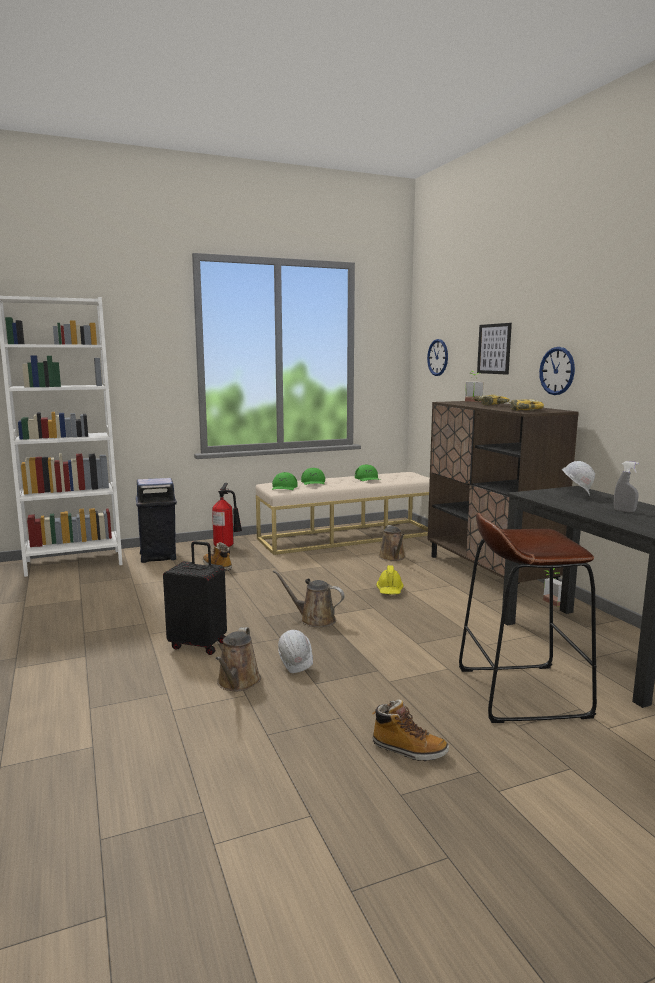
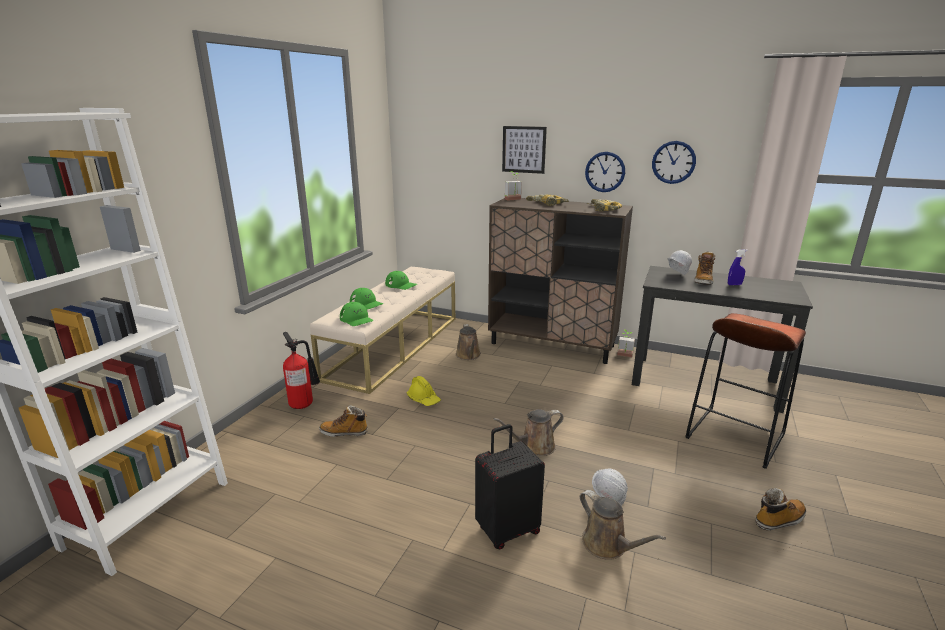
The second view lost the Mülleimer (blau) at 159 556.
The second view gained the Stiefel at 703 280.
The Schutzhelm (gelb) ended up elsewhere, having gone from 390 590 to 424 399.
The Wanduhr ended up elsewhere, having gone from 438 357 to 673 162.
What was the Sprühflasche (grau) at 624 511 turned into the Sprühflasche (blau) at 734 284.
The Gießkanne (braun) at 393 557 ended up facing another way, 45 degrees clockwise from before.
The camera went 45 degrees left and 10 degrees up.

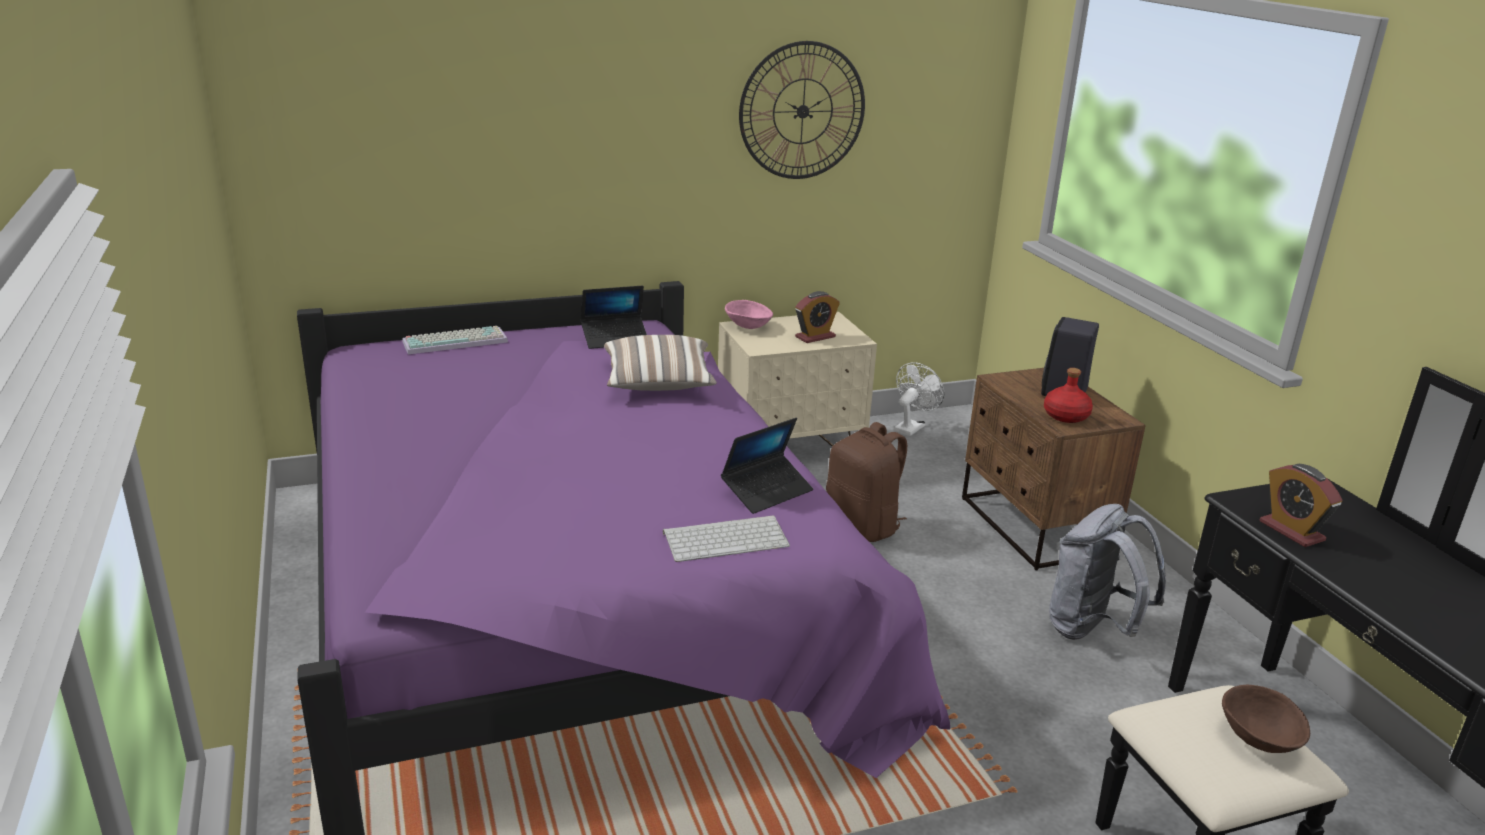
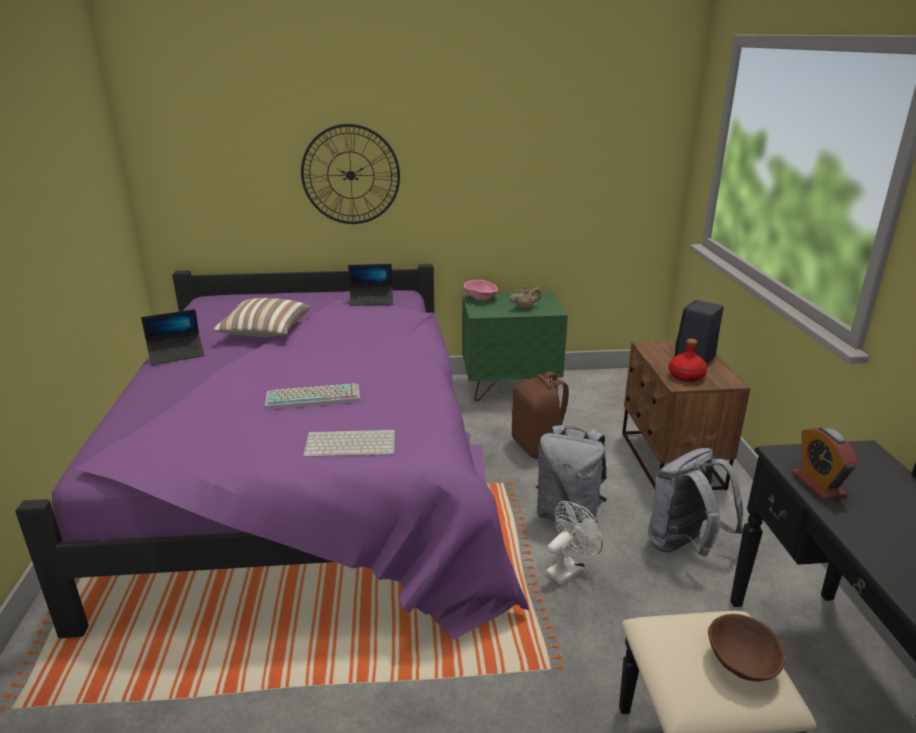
The second view gained the Rucksack (grau) at 568 515.
The Tastatur ended up elsewhere, having gone from 456 341 to 314 397.
The Kissen ended up elsewhere, having gone from 658 384 to 265 332.
The Laptop ended up elsewhere, having gone from 767 491 to 176 354.
The Wanduhr ended up elsewhere, having gone from 802 111 to 350 175.
The Ventilator (weiß) ended up elsewhere, having gone from 911 427 to 569 569.
Where the Wecker stood at 815 337, the Teekanne (beige) came to stand at 524 308.
What was the Nachttisch (beige) at 790 448 turned into the Nachttisch (grün) at 510 388.
The camera went 15 degrees right and 0 degrees up.

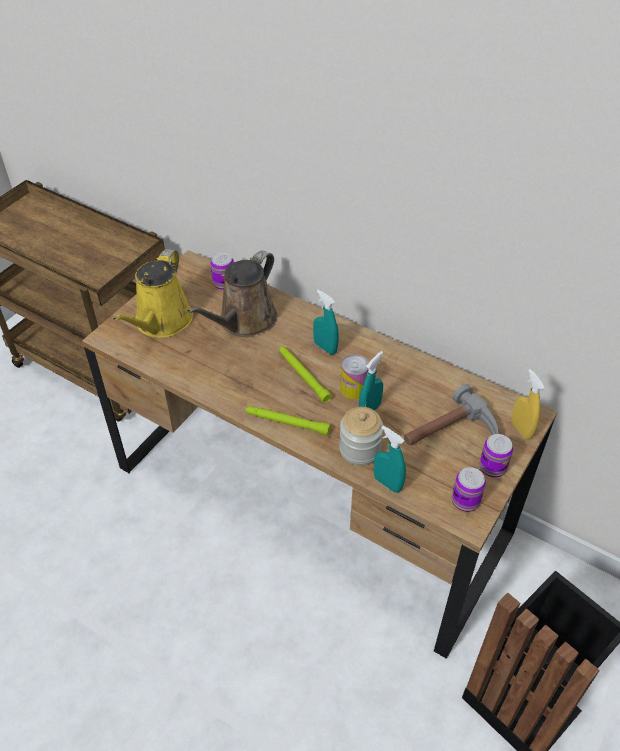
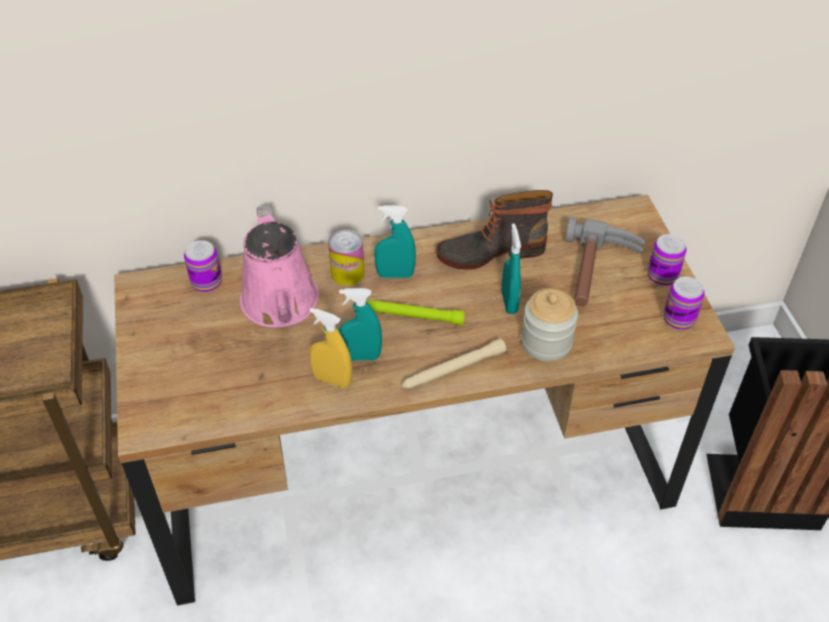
The second view lost the Gießkanne (gelb) at 161 322.
The second view gained the Stiefel at 490 251.
The Dose ended up elsewhere, having gone from 353 389 to 347 273.
The Sprühflasche (türkis) ended up elsewhere, having gone from 387 483 to 360 357.
The Sprühflasche (gelb) ended up elsewhere, having gone from 521 429 to 332 380.
What was the Gießkanne (braun) at 244 321 turned into the Gießkanne (rosa) at 281 305.
What was the Taschenlampe (grün) at 287 423 turned into the Taschenlampe (beige) at 453 369.
The camera went 45 degrees left and 0 degrees up.

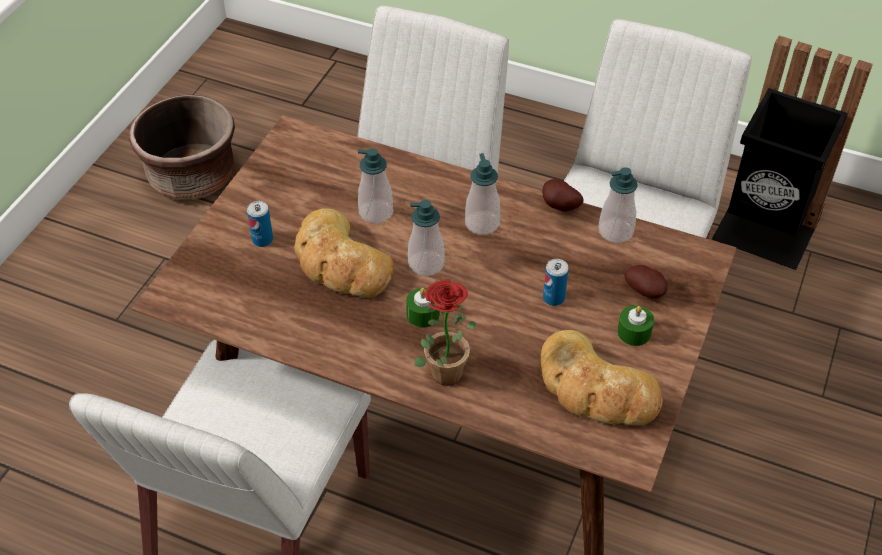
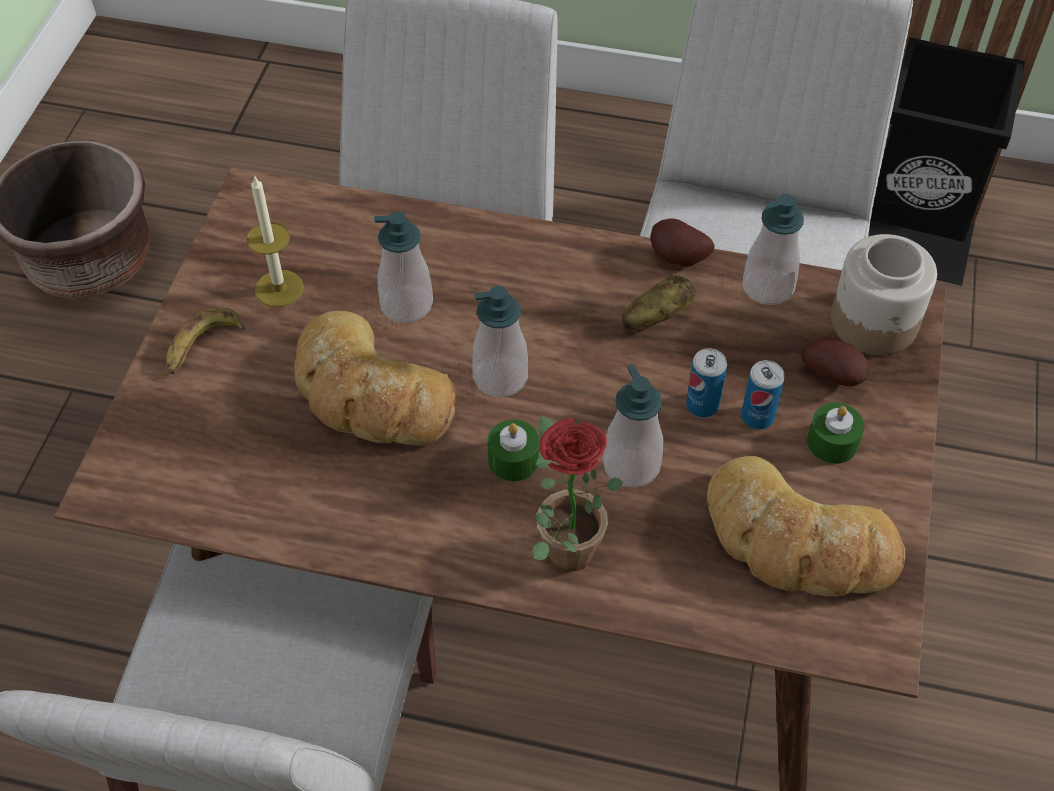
The second view gained the Banane at 203 347.
The second view gained the Kerze at 279 288.
The second view gained the Kartoffel at 655 317.
The second view gained the Vorratsglas at 875 322.
The Dose ended up elsewhere, having gone from 262 240 to 757 417.
The Seifenspender ended up elsewhere, having gone from 482 223 to 631 465.
The camera went 10 degrees left and 5 degrees up.

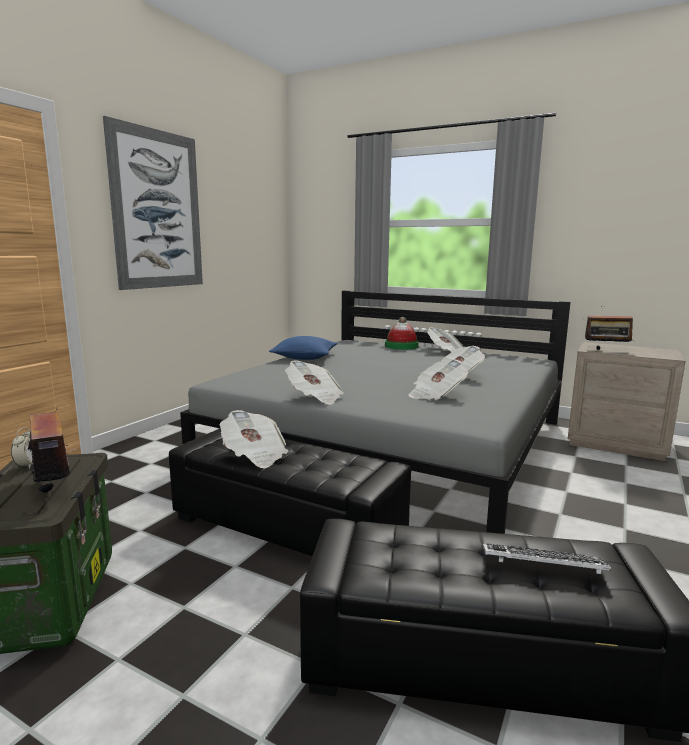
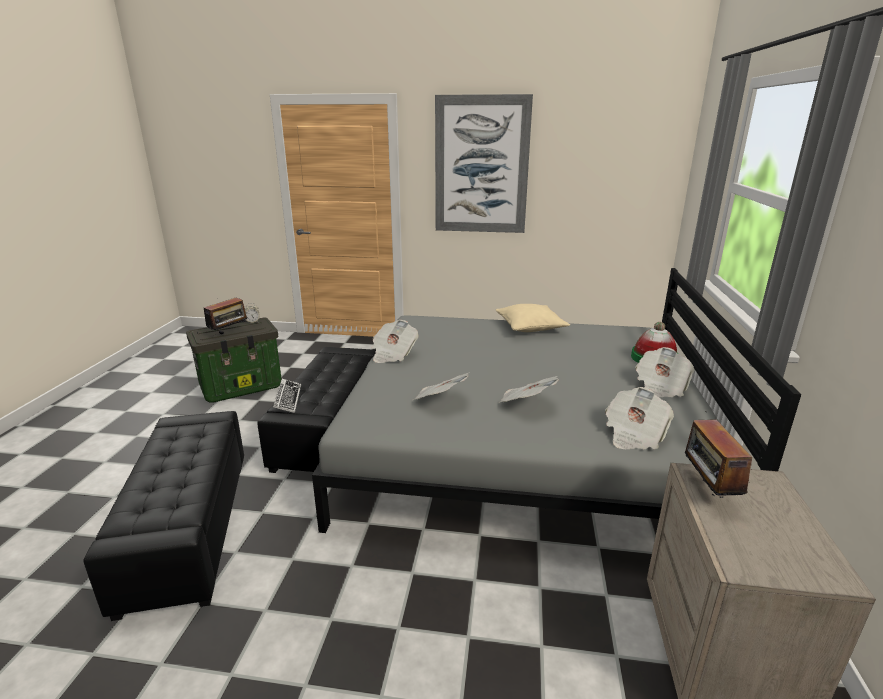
The Zeitung ended up elsewhere, having gone from 254 455 to 634 434.
The Tastatur ended up elsewhere, having gone from 542 565 to 287 399.
What was the Kissen (blau) at 304 357 turned into the Kissen (beige) at 530 327.
The camera went 70 degrees right and 10 degrees up.

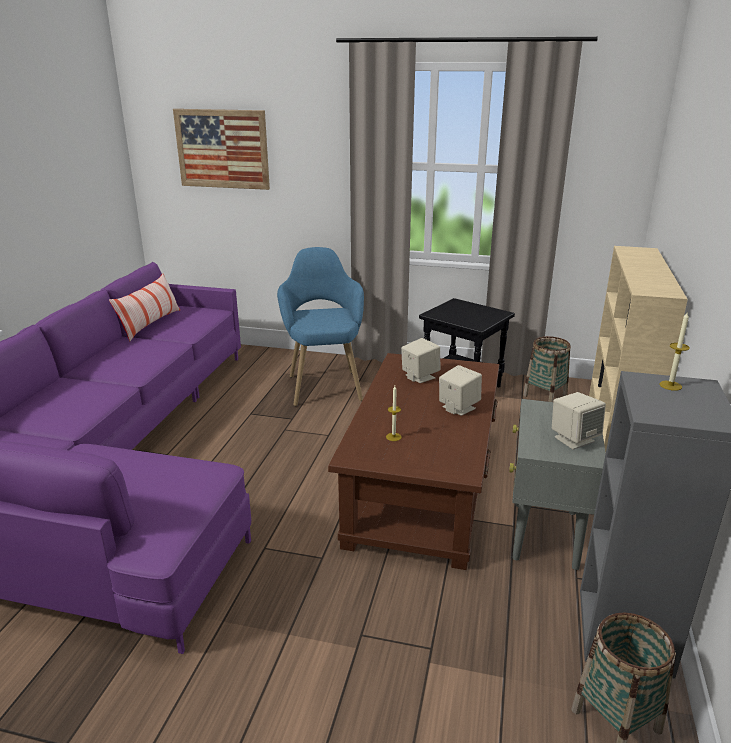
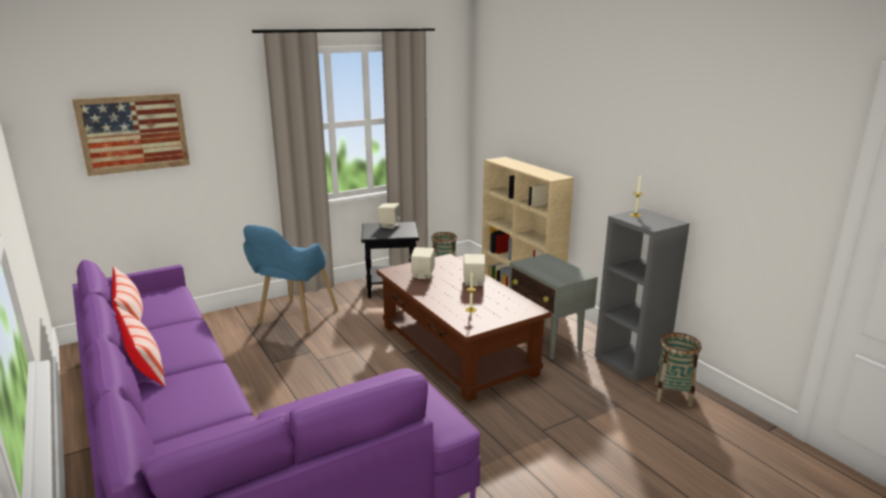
The second view gained the Kissen at 144 365.
The Lautsprecher (beige) ended up elsewhere, having gone from 574 439 to 389 225.
The Sessel (blau) at 323 383 ended up facing another way, 105 degrees counterclockwise from before.
The camera went 45 degrees left and 5 degrees down.

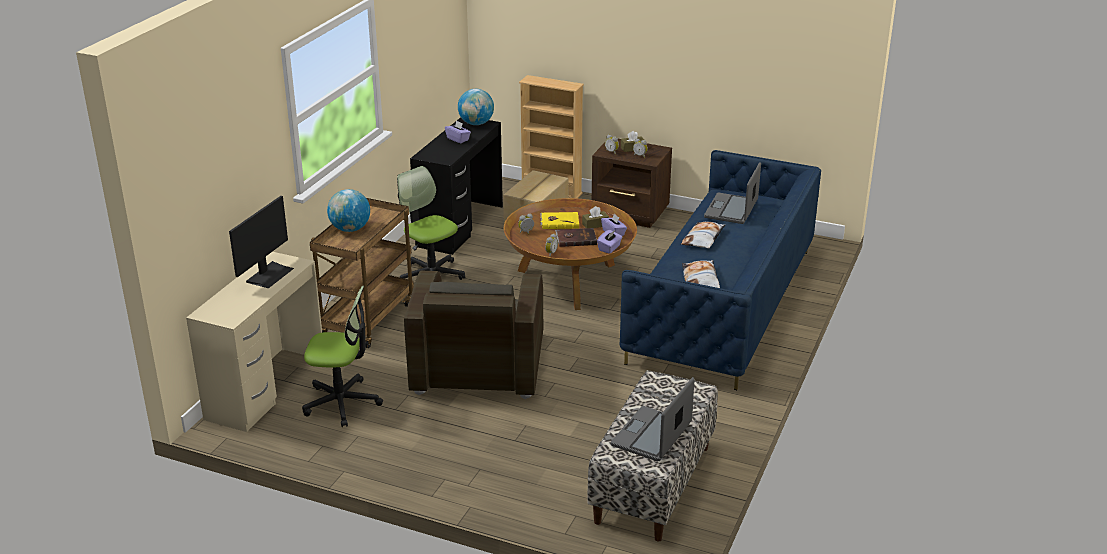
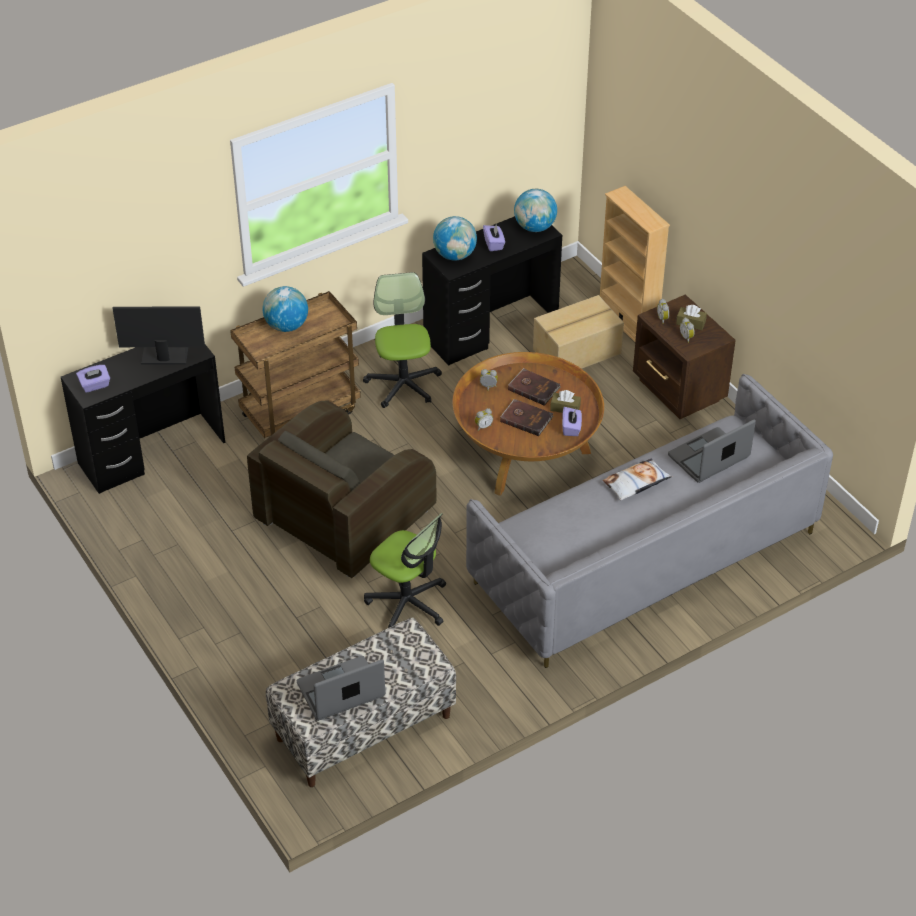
The second view lost the Kissen at 700 280.
The second view gained the Globus at 455 255.
The Bürostuhl ended up elsewhere, having gone from 342 403 to 408 604.
The Taschentuchbox (lila) ended up elsewhere, having gone from 609 248 to 95 385.
What was the Schreibtisch (beige) at 266 388 turned into the Schreibtisch (schwarz) at 152 452.
What was the Buch (gelb) at 559 222 turned into the Buch (braun) at 533 388.
What was the Sofa (blau) at 722 305 turned into the Sofa (grau) at 643 559.
The Monitor at 269 274 ended up facing another way, 150 degrees counterclockwise from before.
The camera went 35 degrees right and 15 degrees up.

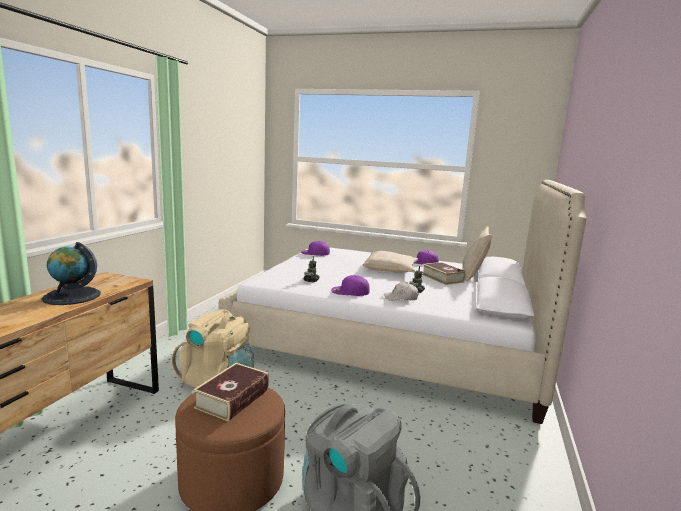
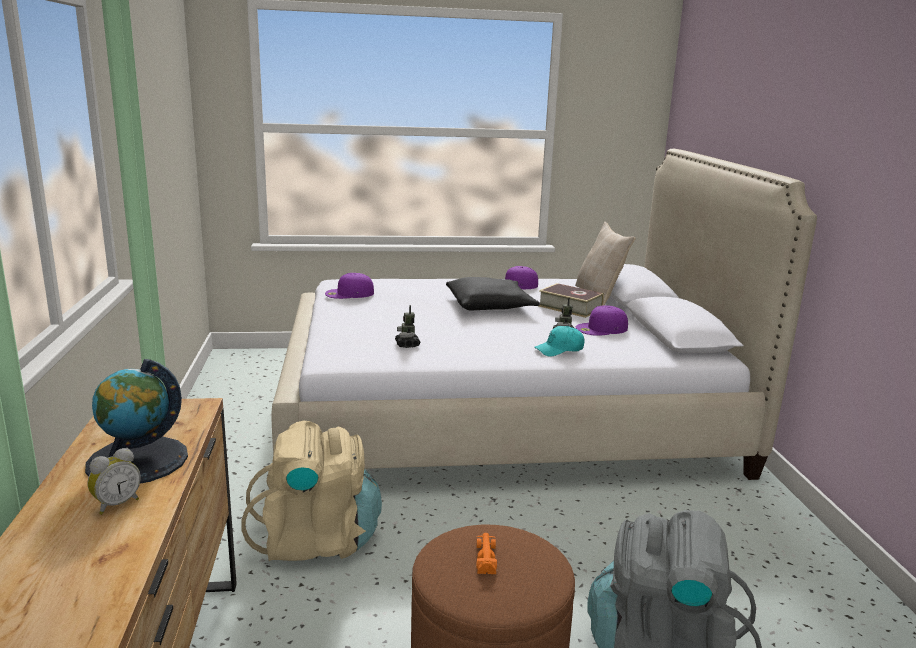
The second view gained the Wecker at 116 504.
The Kappe (lila) ended up elsewhere, having gone from 349 291 to 601 328.
Where the Buch stood at 233 398, the Spielzeugauto (orange) came to stand at 486 556.
What was the Kissen (beige) at 390 269 turned into the Kissen (schwarz) at 490 305.
What was the Kappe (weiß) at 401 298 turned into the Kappe (türkis) at 559 350.
The camera went 25 degrees left and 5 degrees up.

